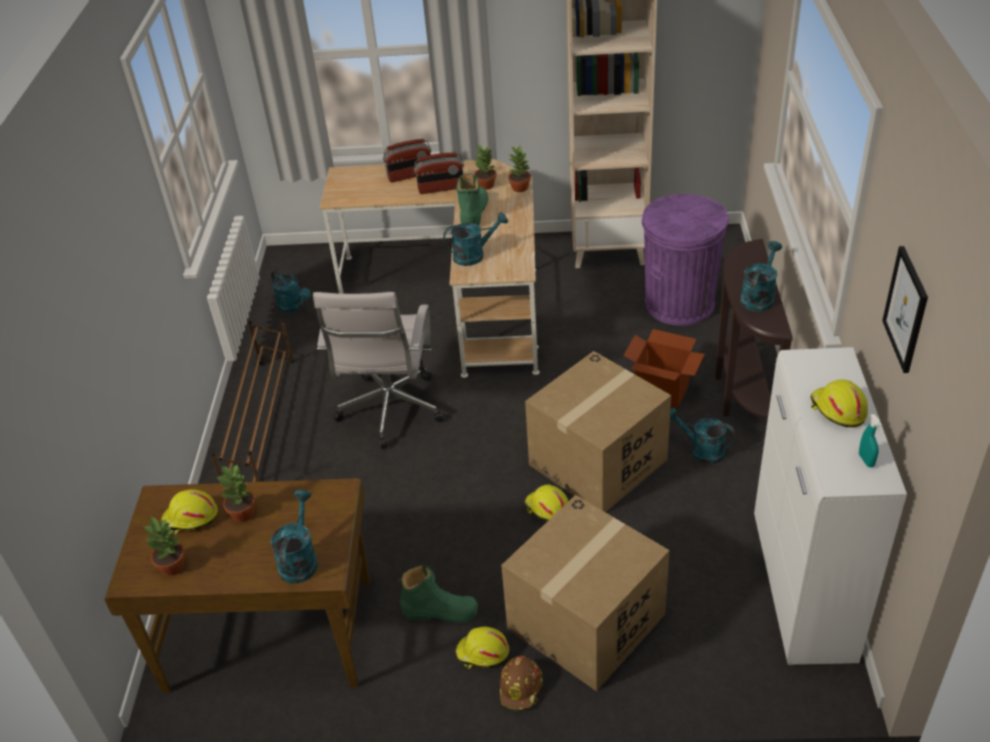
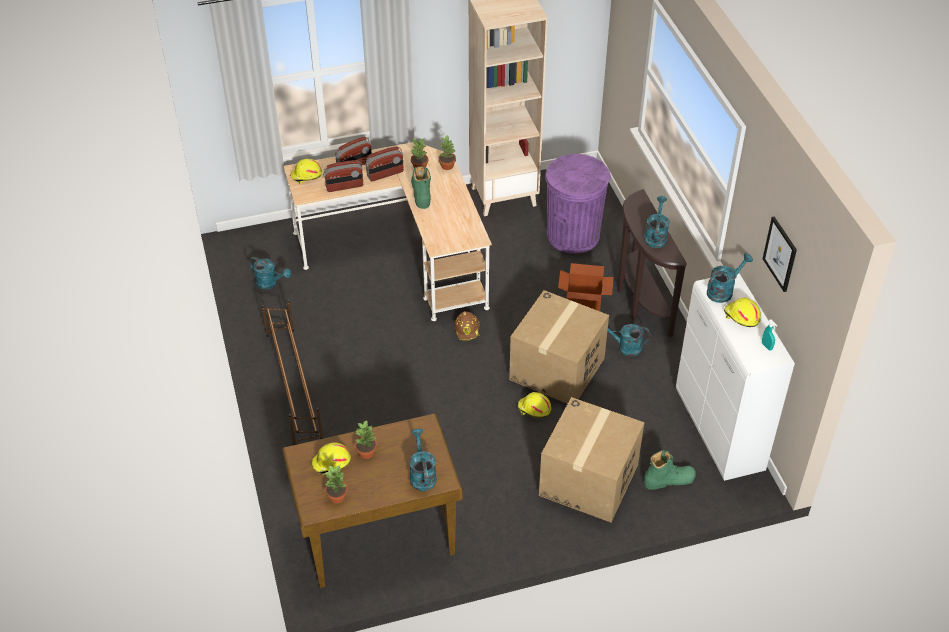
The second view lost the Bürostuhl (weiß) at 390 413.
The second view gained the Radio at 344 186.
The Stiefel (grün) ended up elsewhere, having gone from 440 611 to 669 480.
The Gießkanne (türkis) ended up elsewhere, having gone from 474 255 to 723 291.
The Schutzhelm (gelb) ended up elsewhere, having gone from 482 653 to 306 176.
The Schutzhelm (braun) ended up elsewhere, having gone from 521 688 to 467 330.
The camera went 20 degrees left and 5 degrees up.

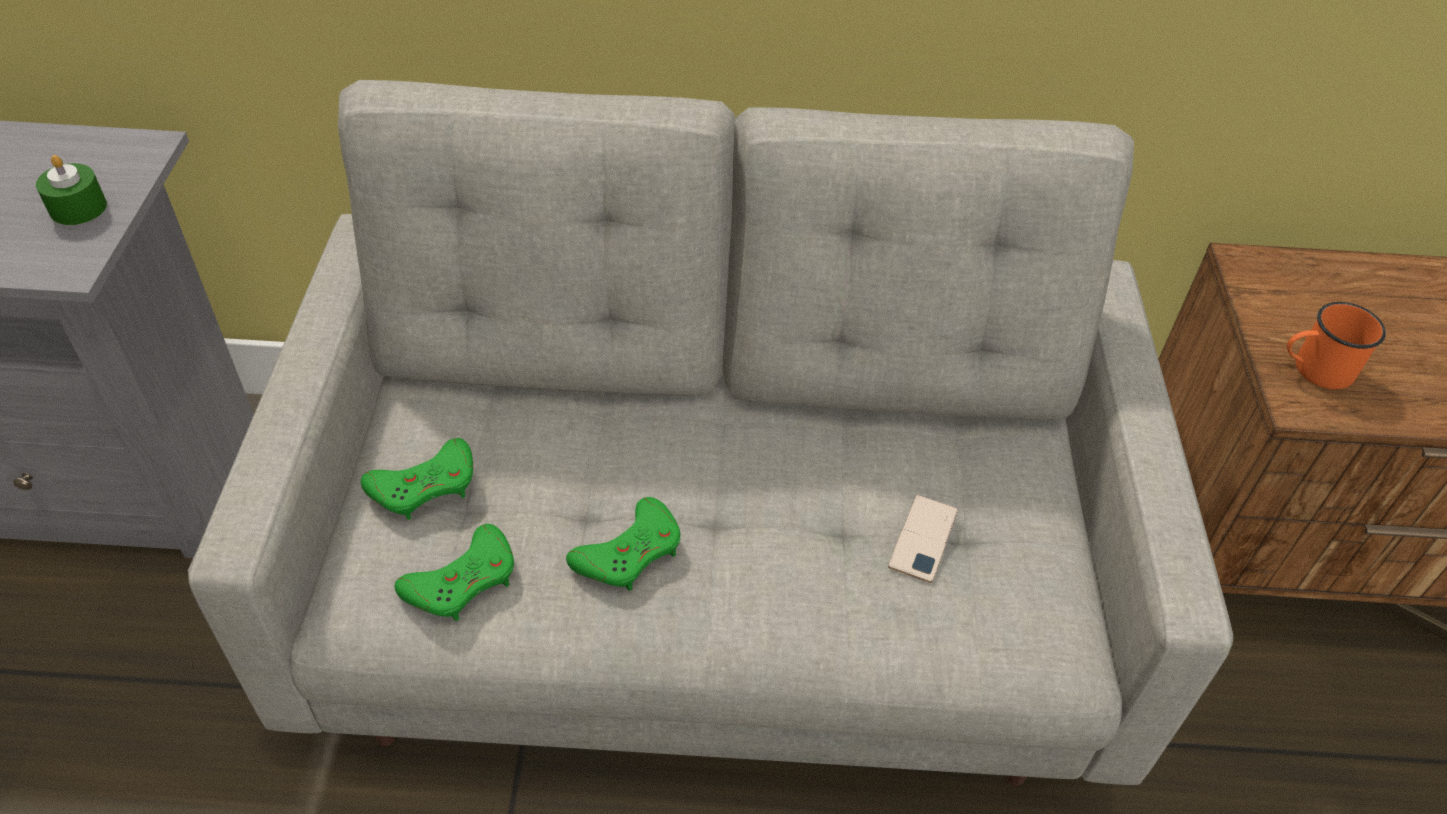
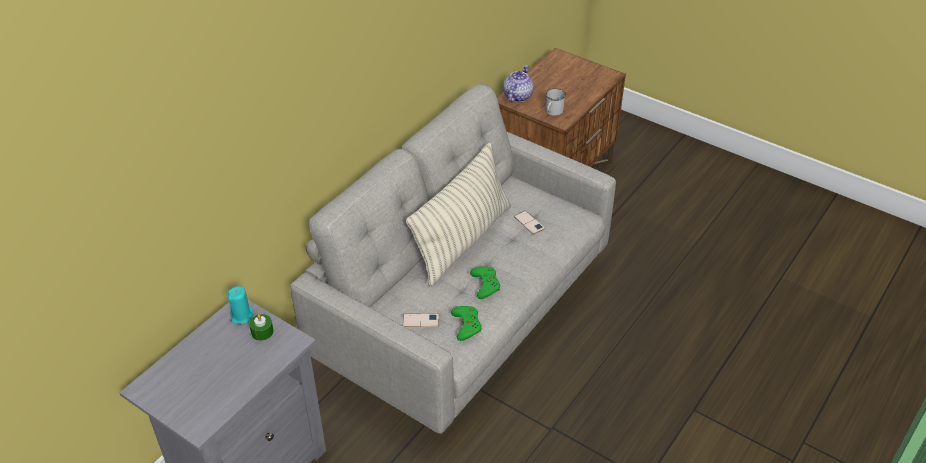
The second view gained the Kerze (türkis) at 242 316.
The second view gained the Kissen at 462 241.
The second view gained the Teekanne at 517 96.
Where the Gamepad (grün) stood at 425 486, the Handy came to stand at 420 320.
What was the Henkelbecher (orange) at 1314 369 turned into the Henkelbecher (weiß) at 552 112.
The camera went 55 degrees left and 5 degrees down.

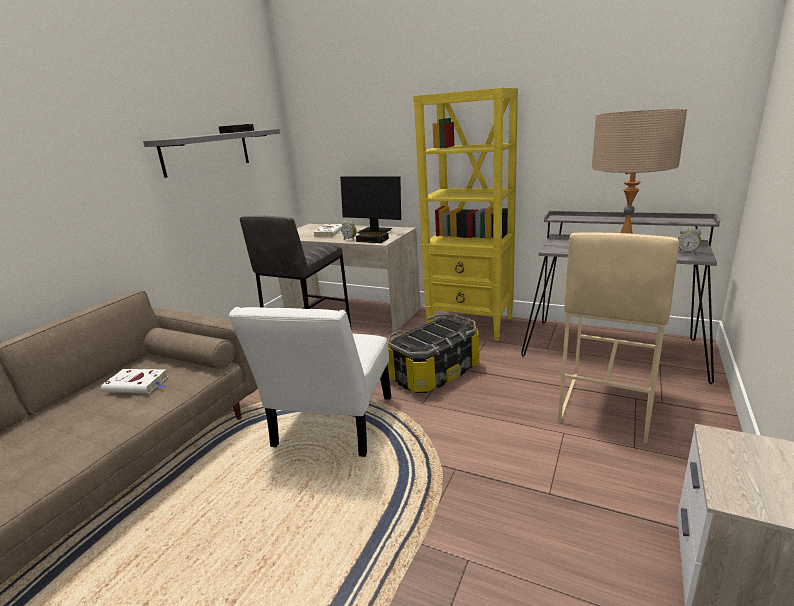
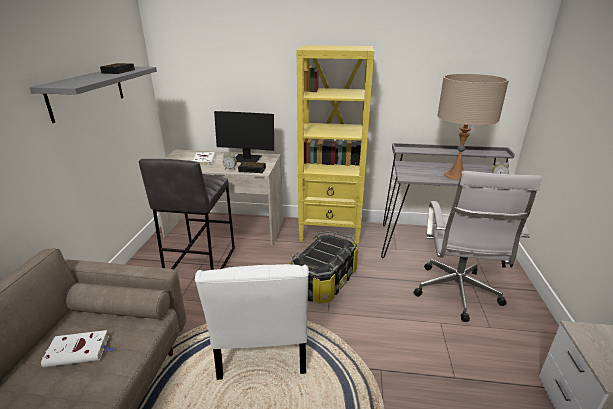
Where the Hocker (beige) stood at 605 405, the Bürostuhl (weiß) came to stand at 456 294.
The camera went 20 degrees left and 5 degrees up.

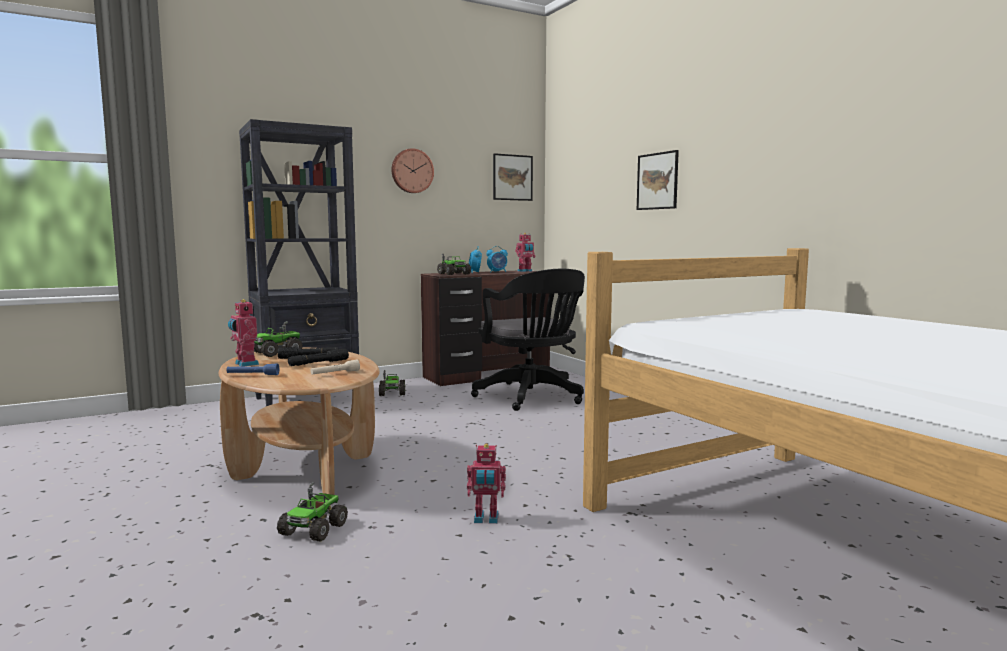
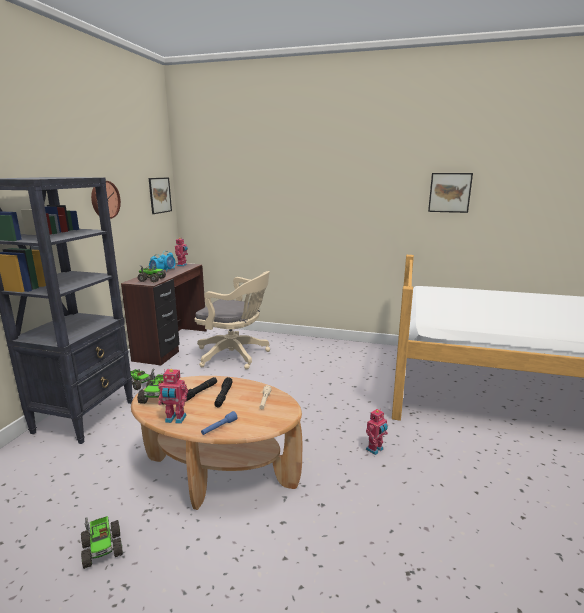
The Spielzeuglaster ended up elsewhere, having gone from 314 529 to 102 548.
The Bild ended up elsewhere, having gone from 657 181 to 449 192.
What was the Bürostuhl (schwarz) at 532 397 turned into the Bürostuhl (beige) at 235 355.
The camera went 45 degrees left and 10 degrees up.

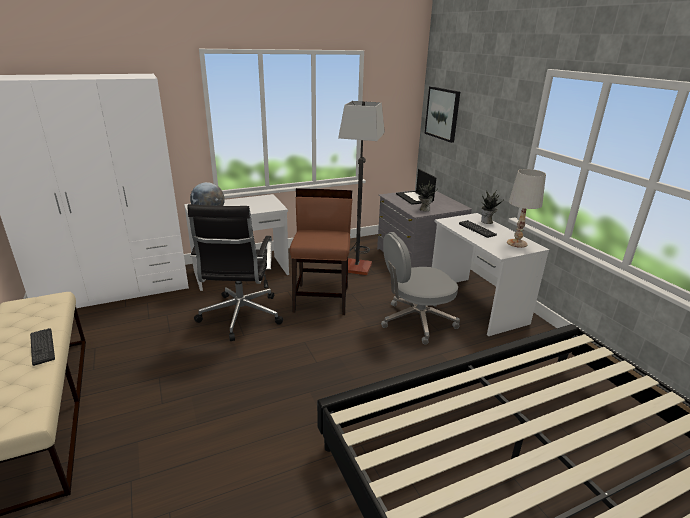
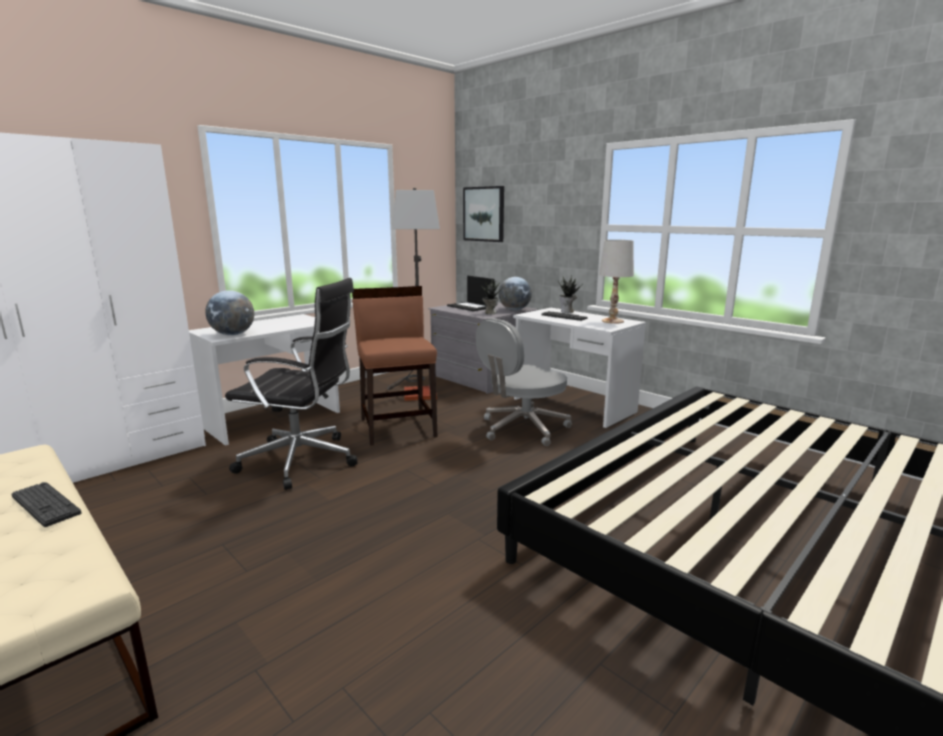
The second view gained the Globus at 514 310.
The Bürostuhl (schwarz) at 240 317 ended up facing another way, 60 degrees counterclockwise from before.
The camera went 20 degrees left and 10 degrees down.

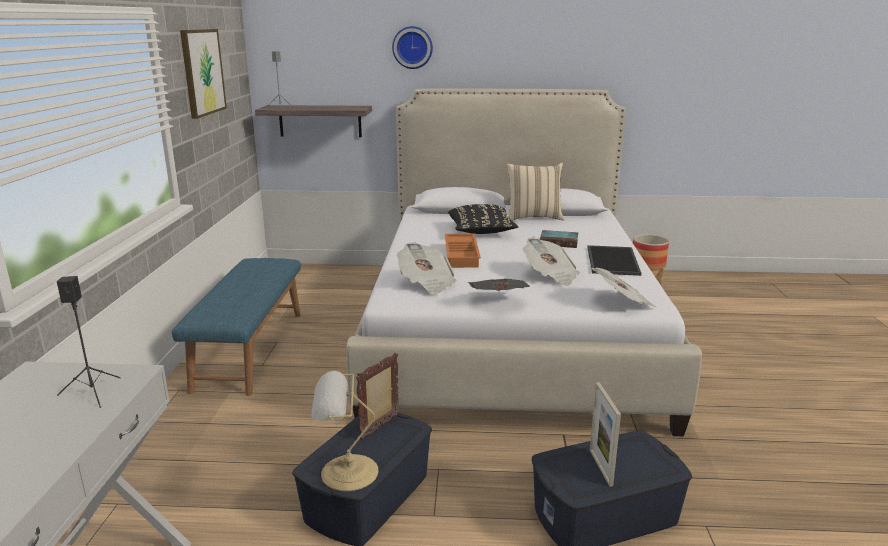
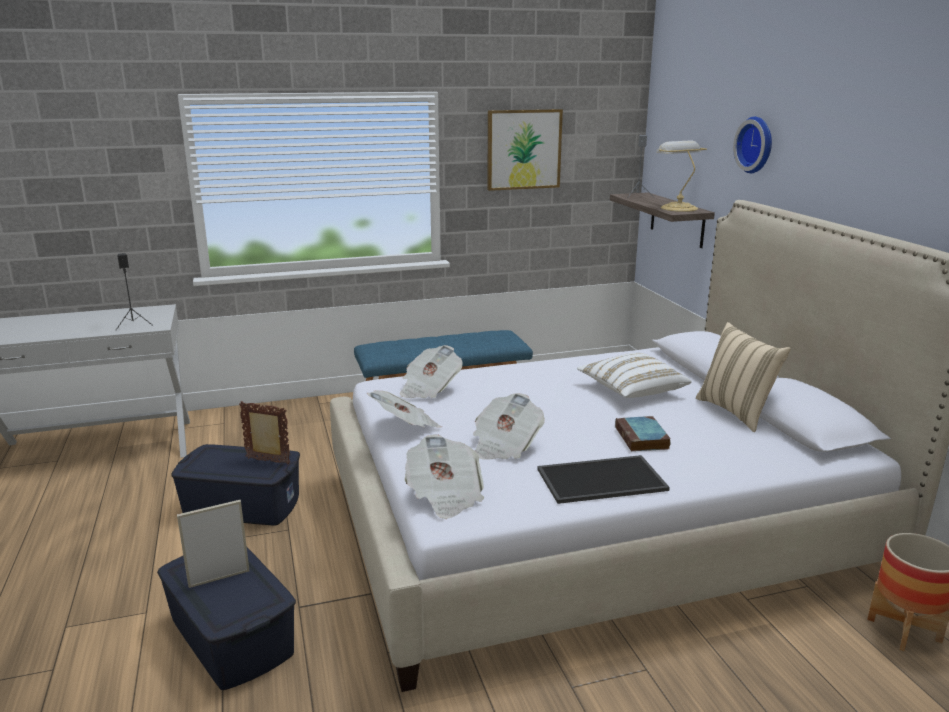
The second view lost the Tablett (orange) at 462 255.
The Tischlampe ended up elsewhere, having gone from 346 473 to 677 208.
What was the Kissen (schwarz) at 481 231 turned into the Kissen (weiß) at 631 390.
The camera went 70 degrees right and 0 degrees up.

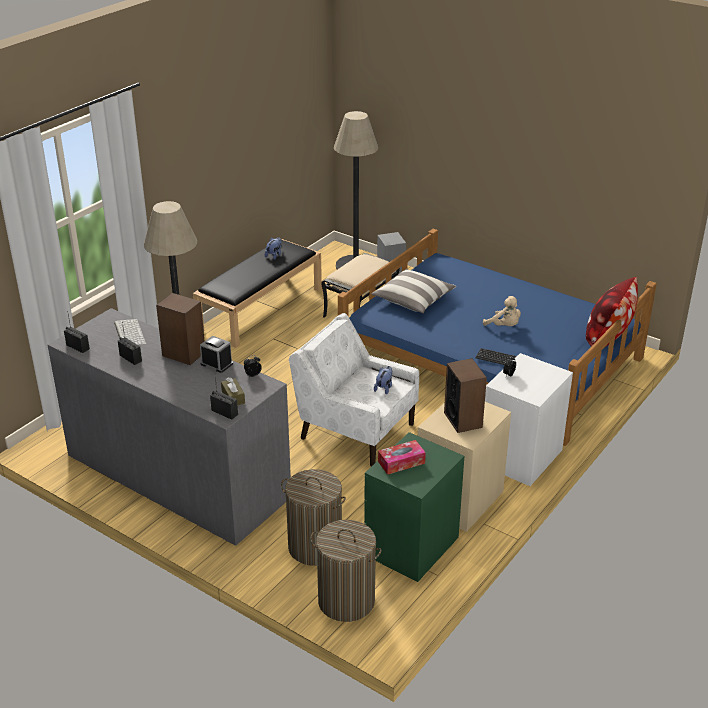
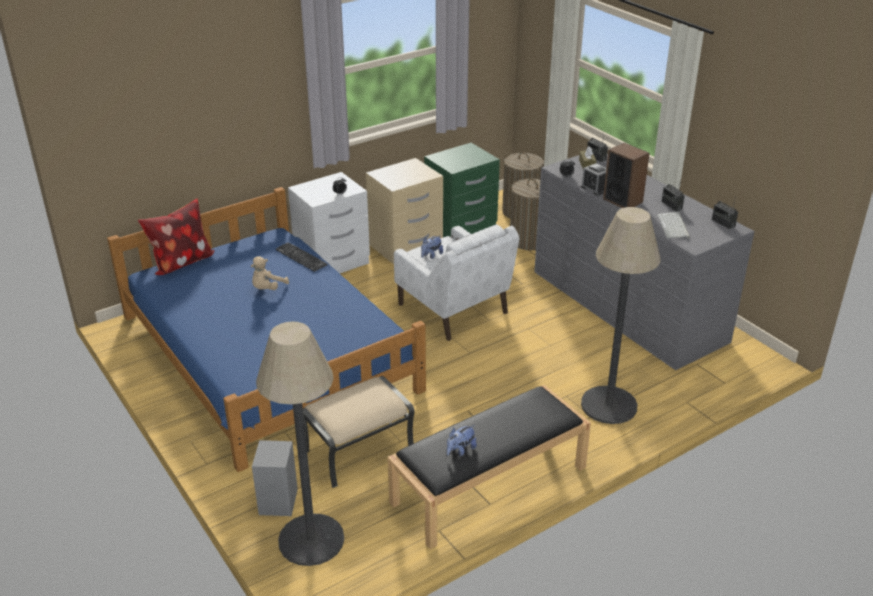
The second view lost the Kissen at 413 300.
The second view lost the Taschentuchbox at 401 462.
The second view lost the Lautsprecher at 463 420.
The Plüschtier (beige) at 504 326 ended up facing another way, 120 degrees counterclockwise from before.
The camera went 160 degrees left and 0 degrees up.

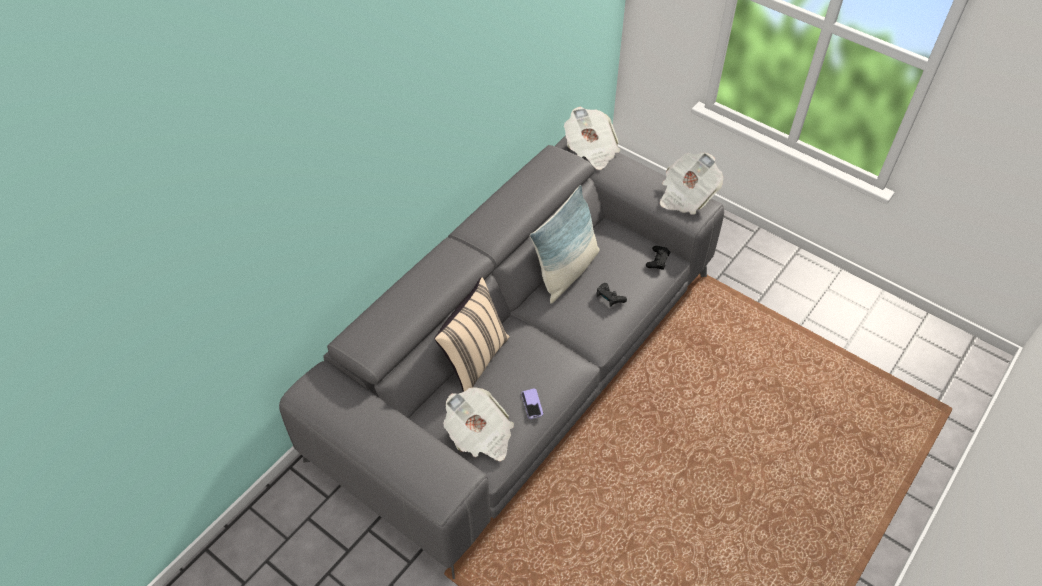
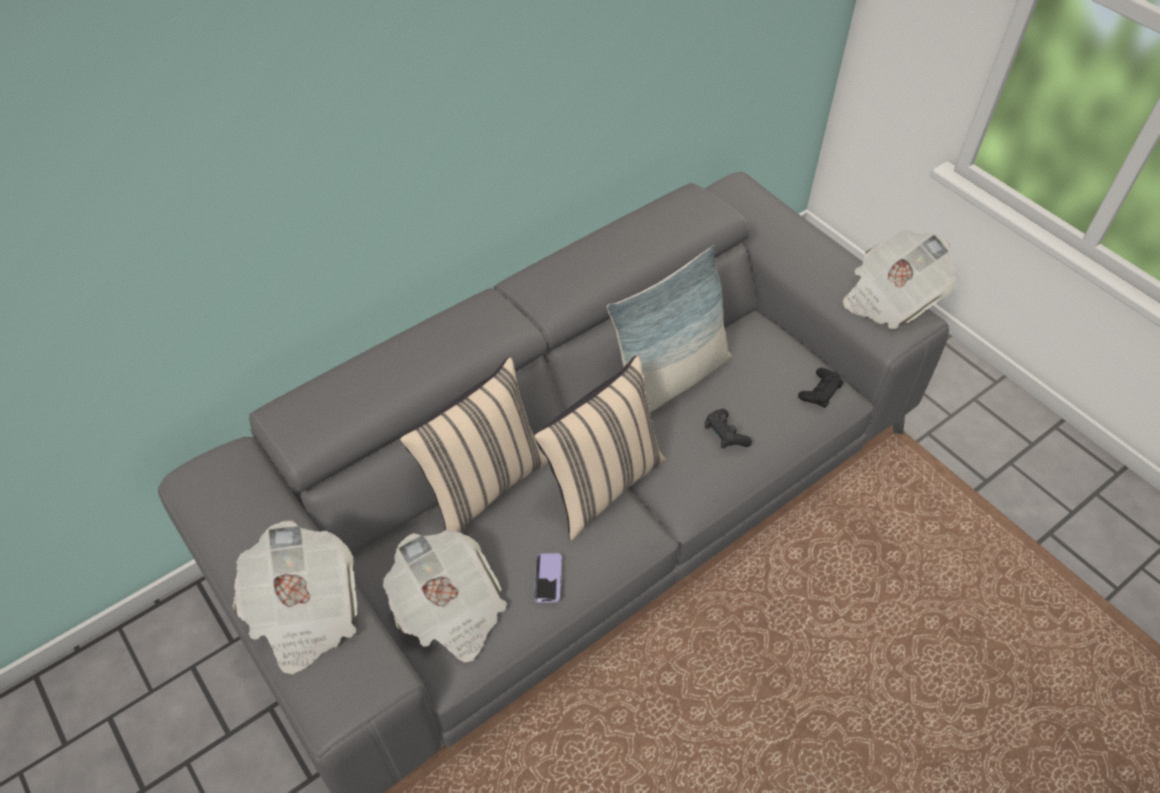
The second view gained the Kissen (beige) at 601 484.
The Zeitung ended up elsewhere, having gone from 591 150 to 304 612.
The camera went 15 degrees right and 0 degrees up.

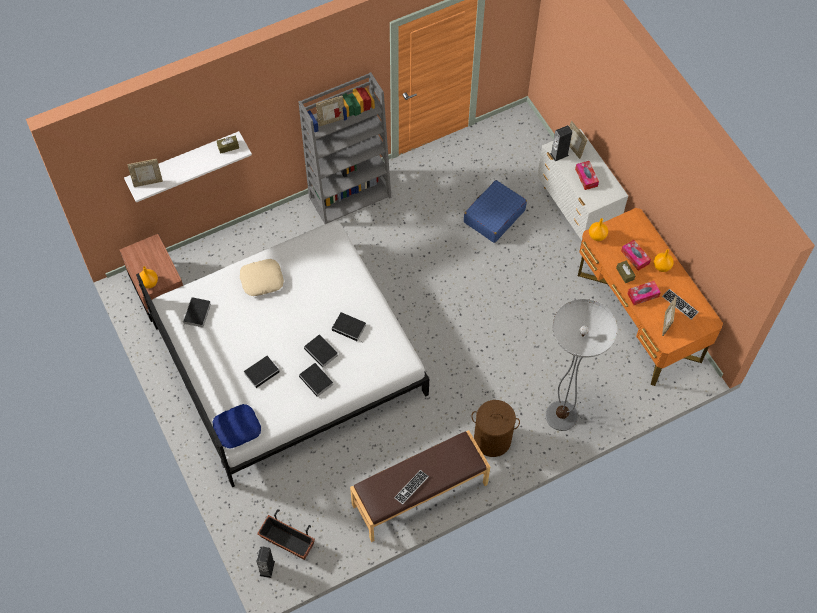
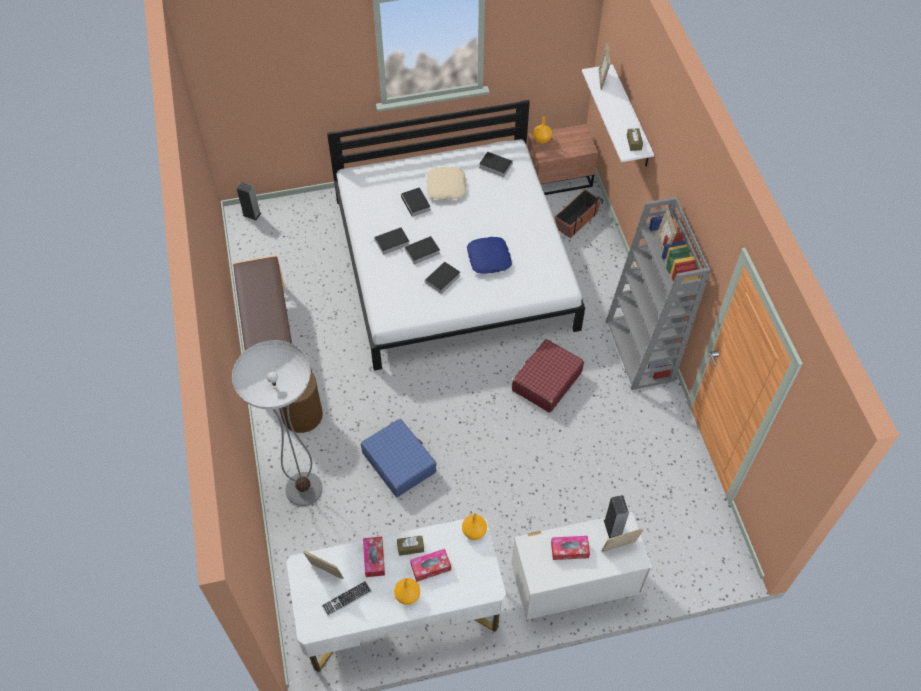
The second view lost the Tastatur at 411 487.
The second view gained the Koffer (rot) at 546 381.
The Kissen (blau) ended up elsewhere, having gone from 237 428 to 489 258.
The Kissen (beige) ended up elsewhere, having gone from 262 280 to 446 187.
The Pflanzkübel ended up elsewhere, having gone from 287 542 to 576 221.
The Koffer (blau) ended up elsewhere, having gone from 494 216 to 399 462.
What was the Schreibtisch (orange) at 638 317 turned into the Schreibtisch (weiß) at 400 614.
The camera went 105 degrees right and 5 degrees down.

